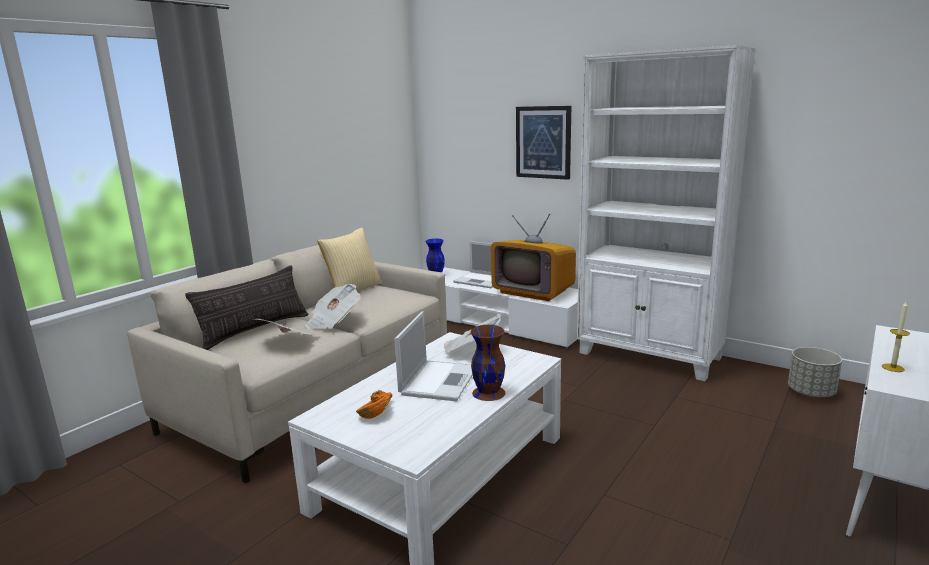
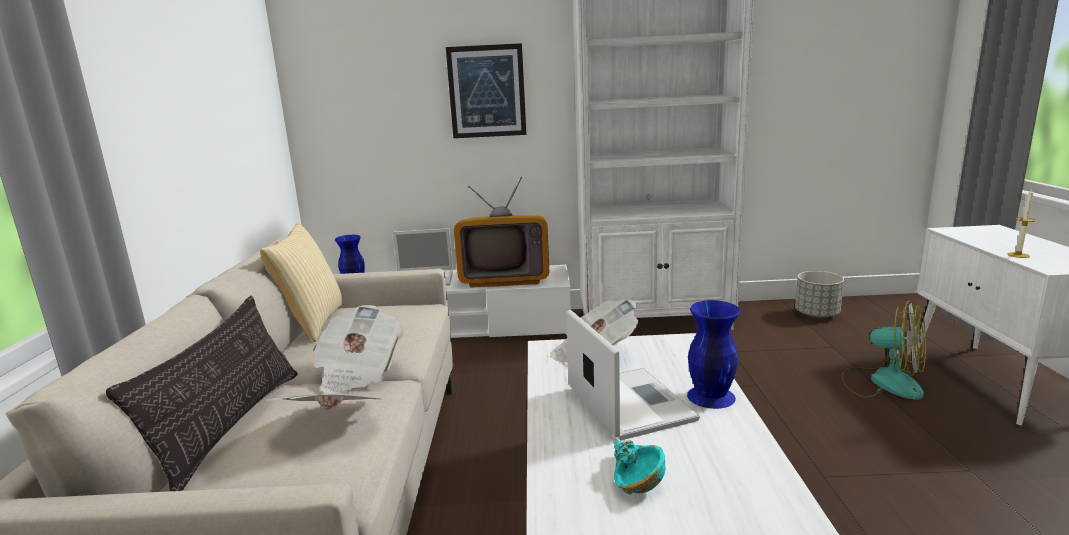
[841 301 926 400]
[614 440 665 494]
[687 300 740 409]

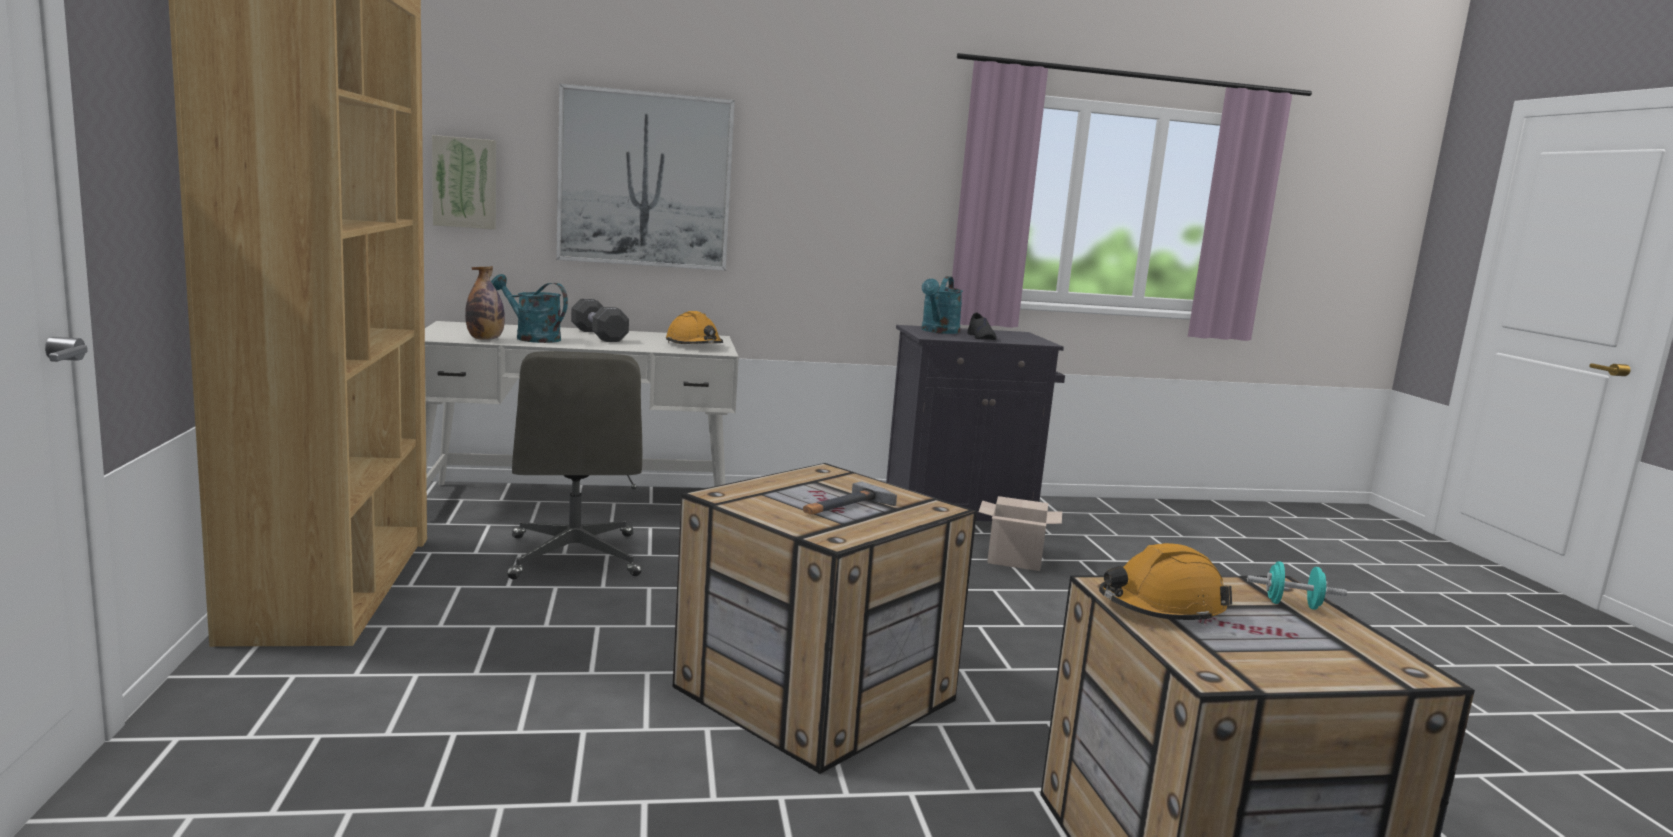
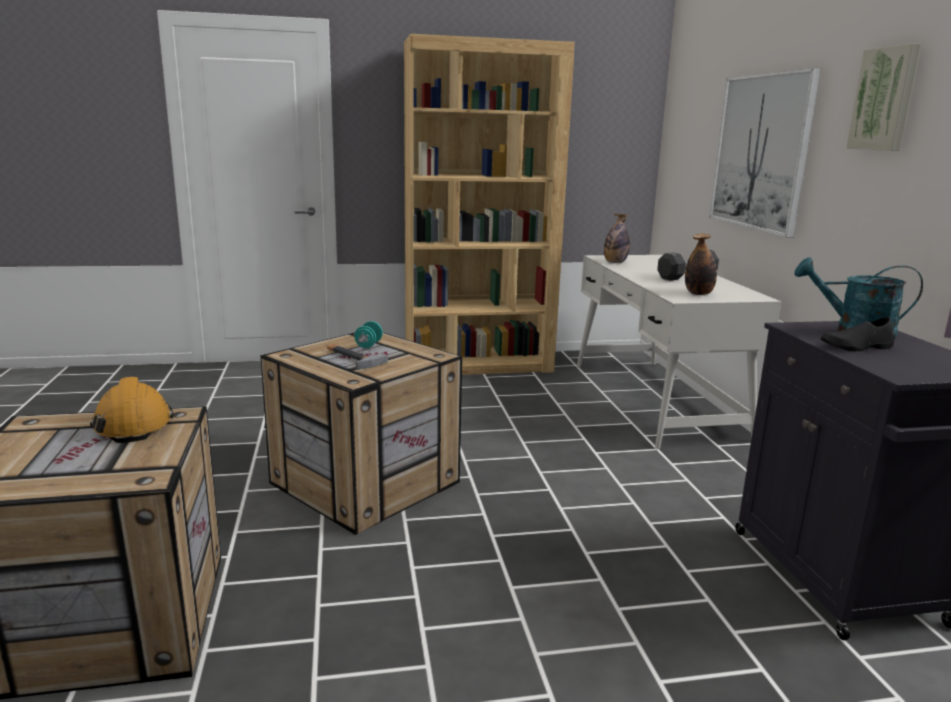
[491 274 568 343] (first image)
[507 351 642 580] (first image)
[979 496 1062 571] (first image)
[846 43 921 151]
[354 321 383 348]
[685 234 717 295]

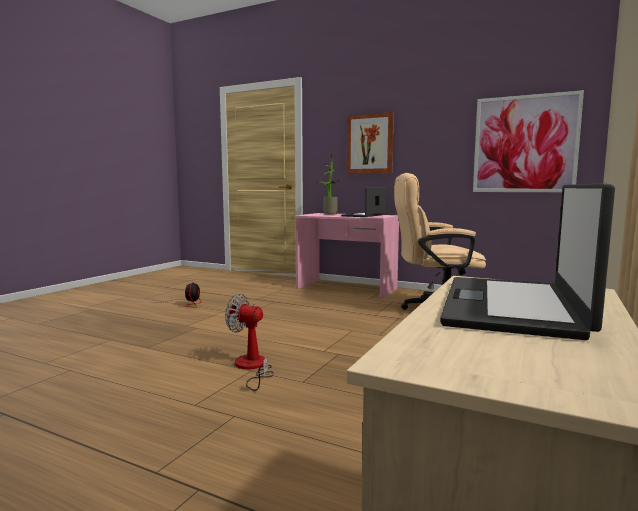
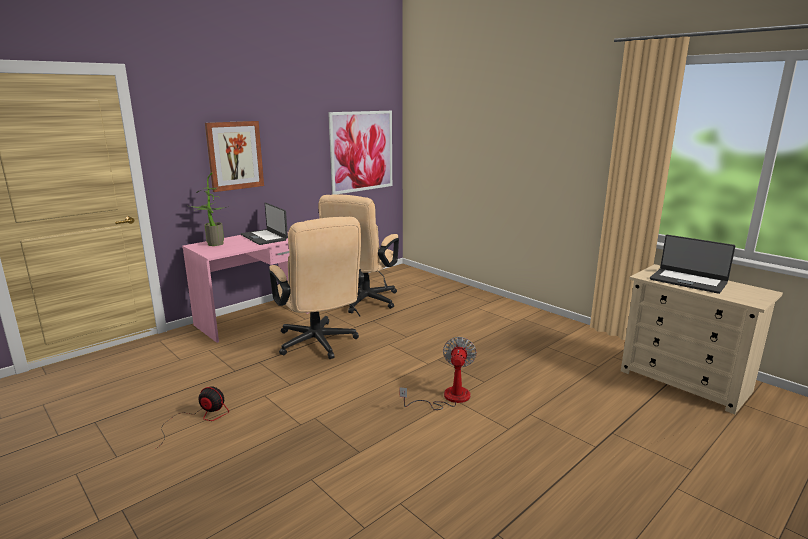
[269 217 365 359]
[400 337 477 410]

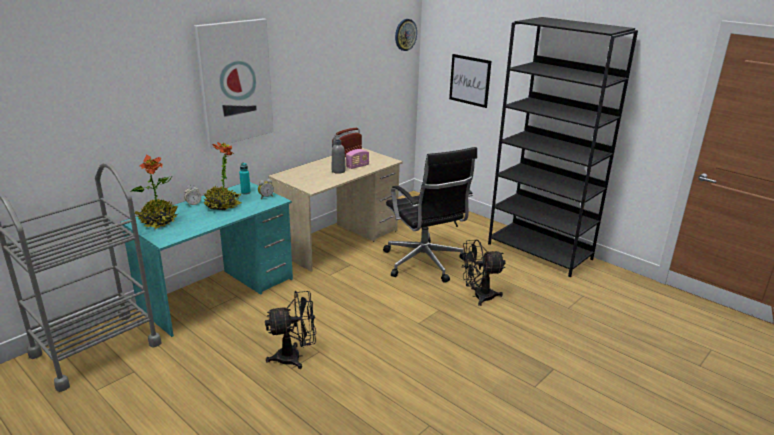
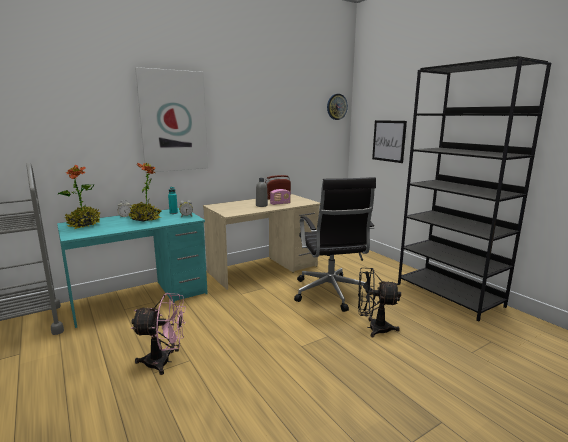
[131 293 186 375]

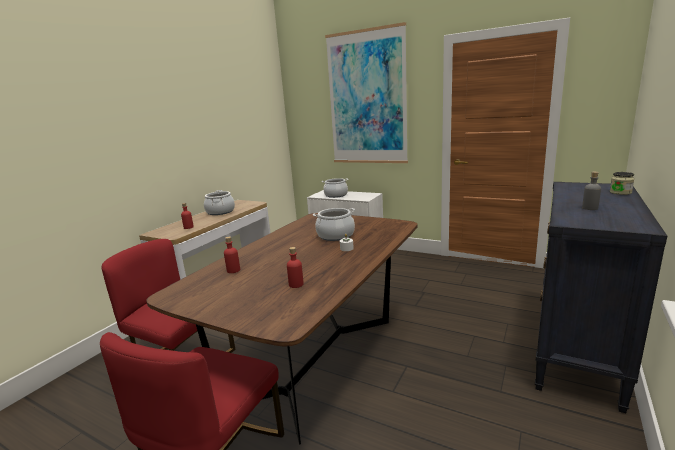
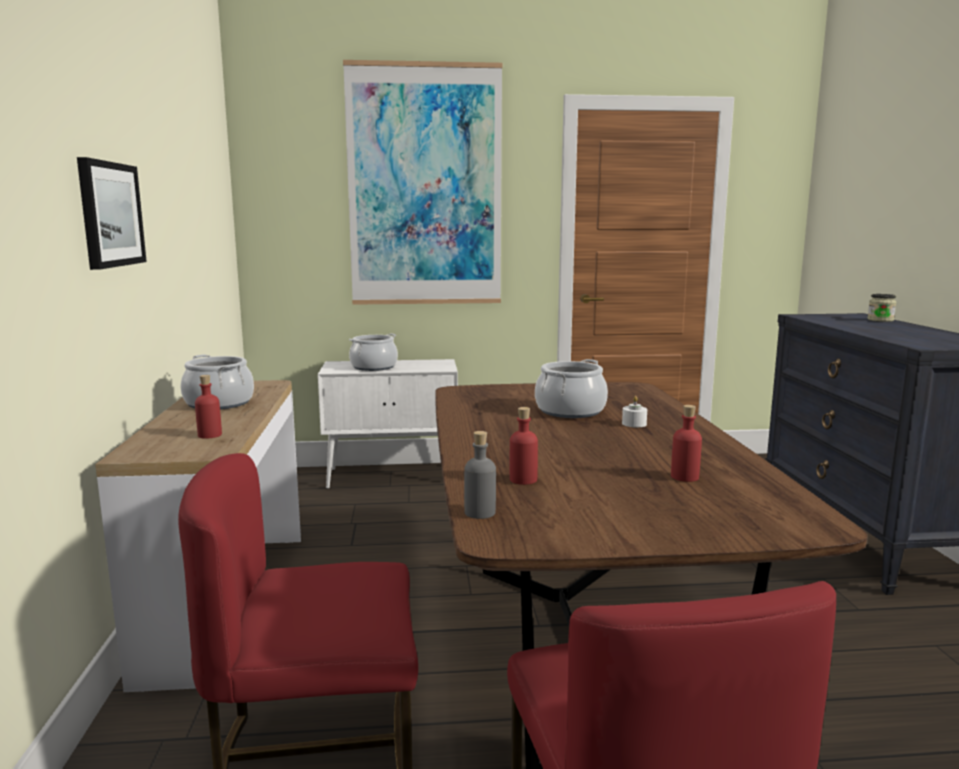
[77 157 147 270]
[464 431 496 519]

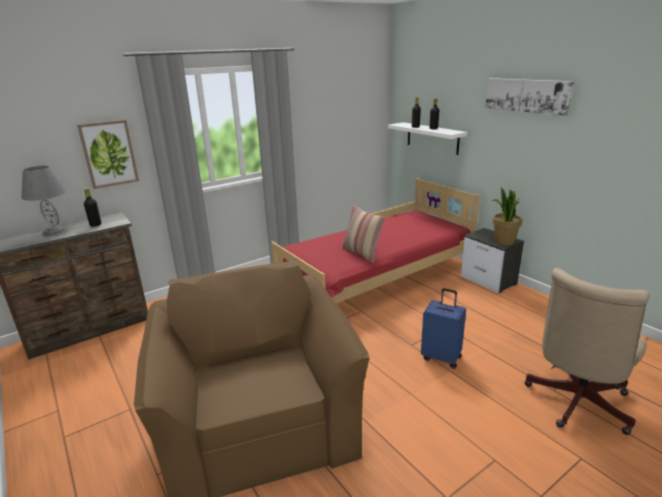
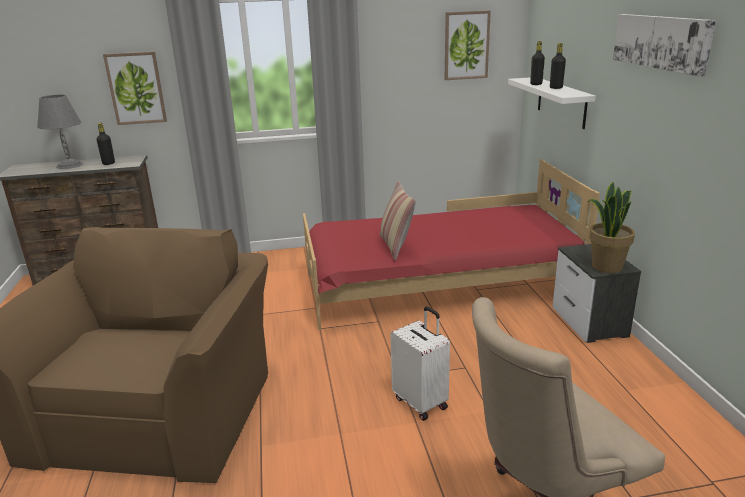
[444 11 491 80]
[391 306 450 421]

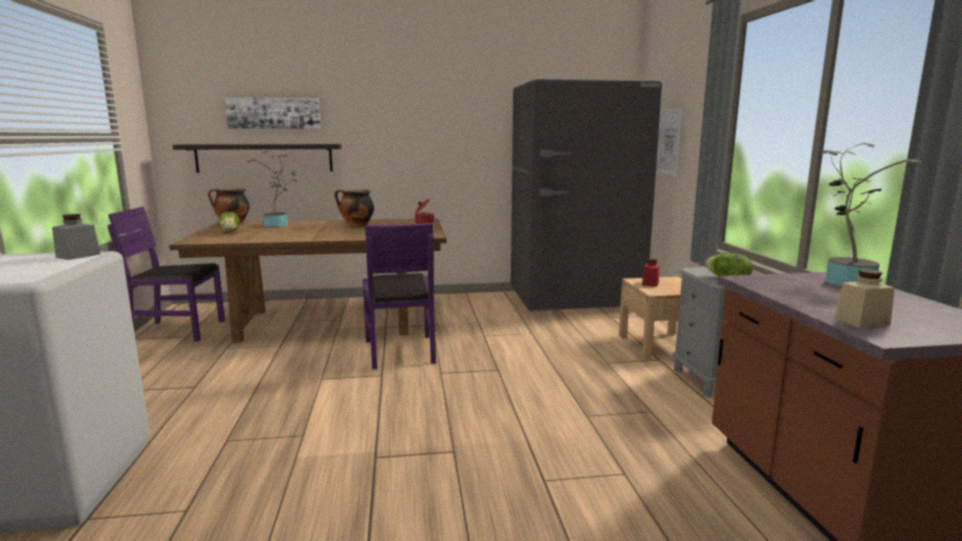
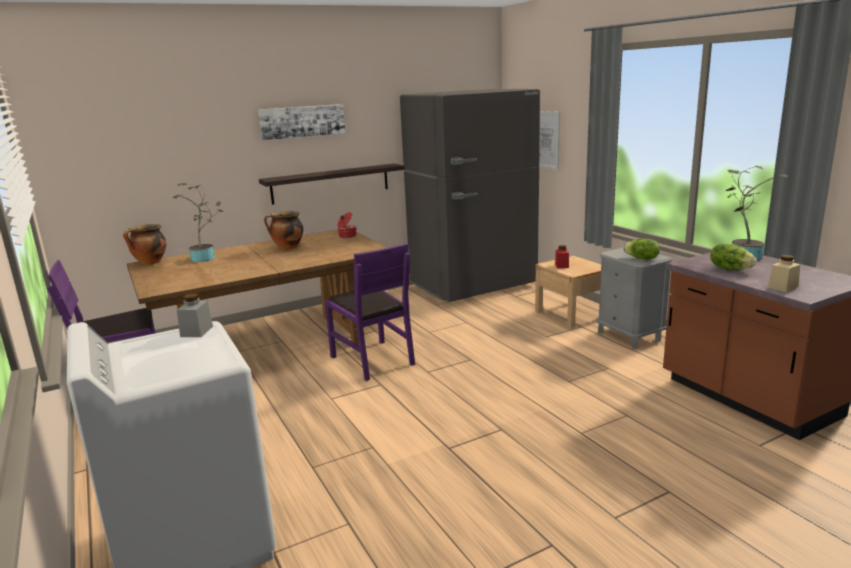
[259 163 405 205]
[710 244 757 270]
[258 104 345 140]

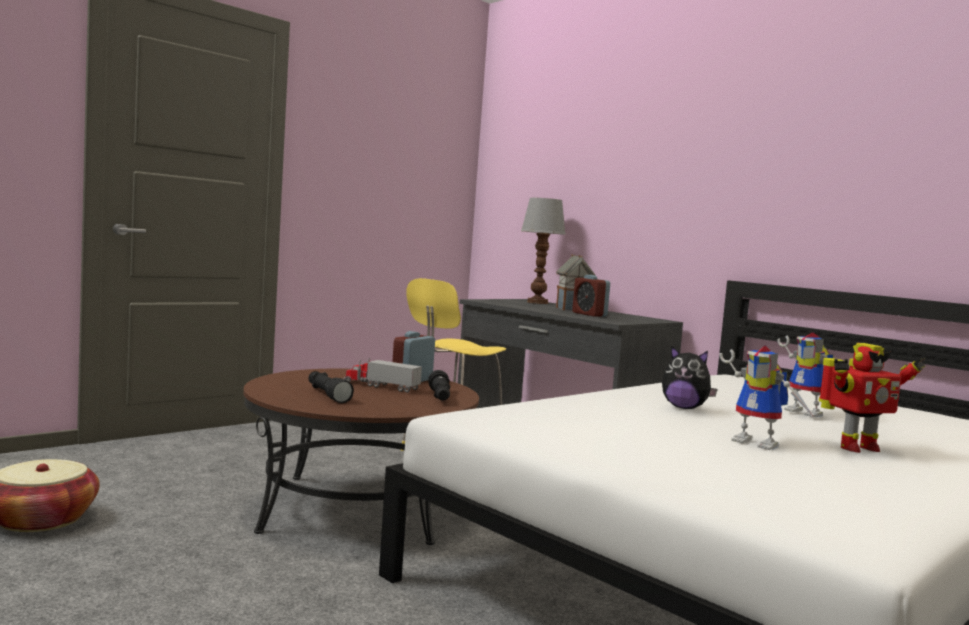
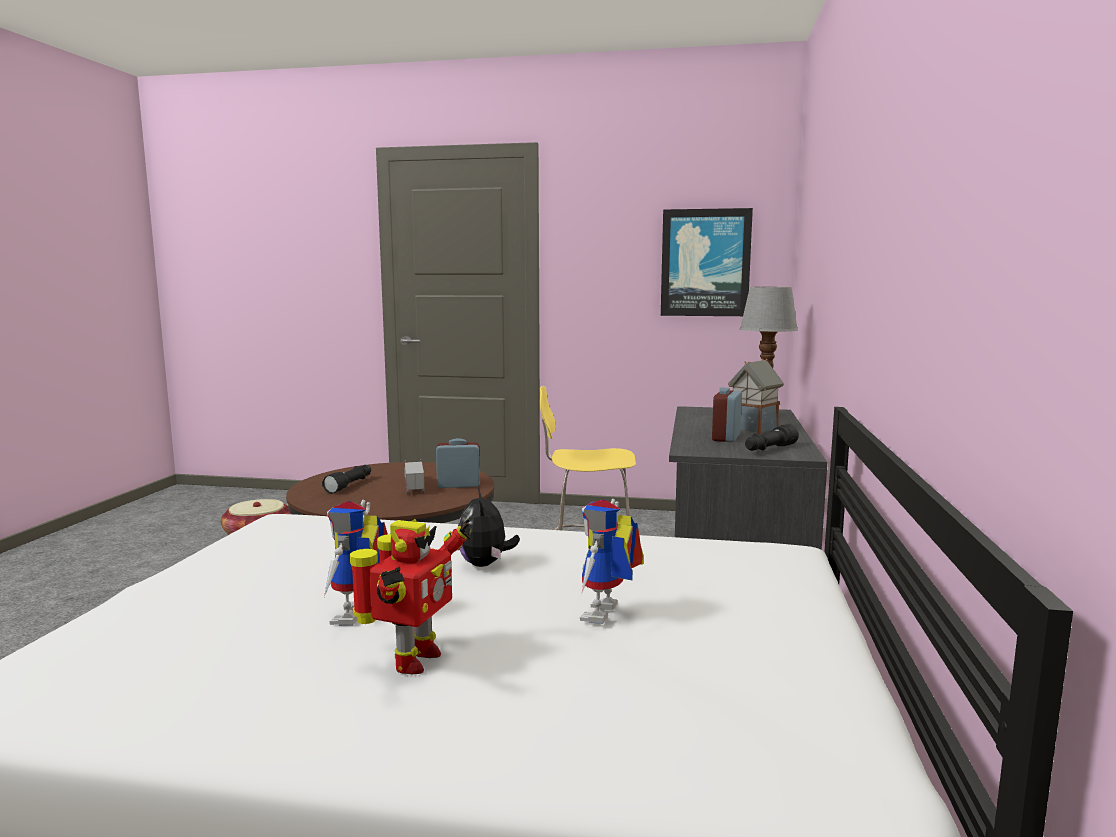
[661 208 753 316]
[745 424 799 451]
[350 518 471 675]

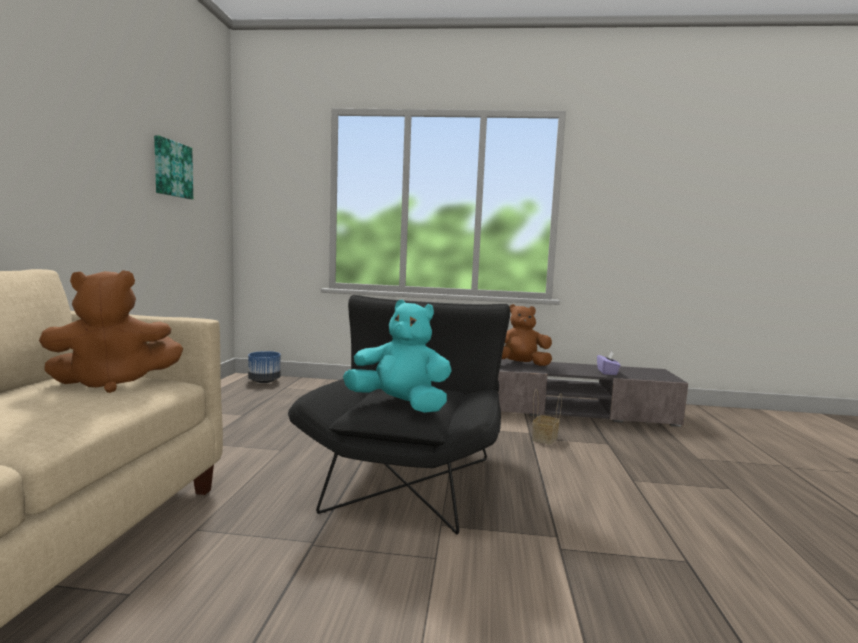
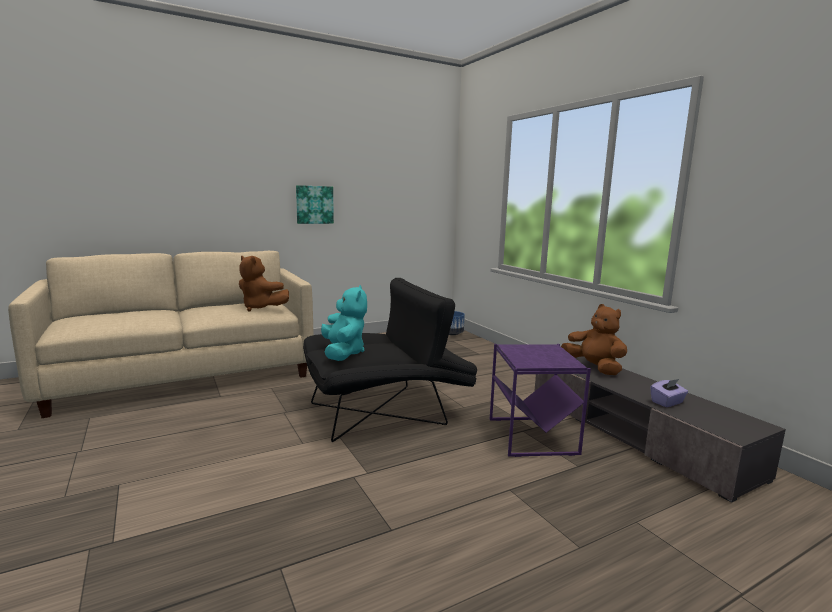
[296 185 334 224]
[490 344 591 457]

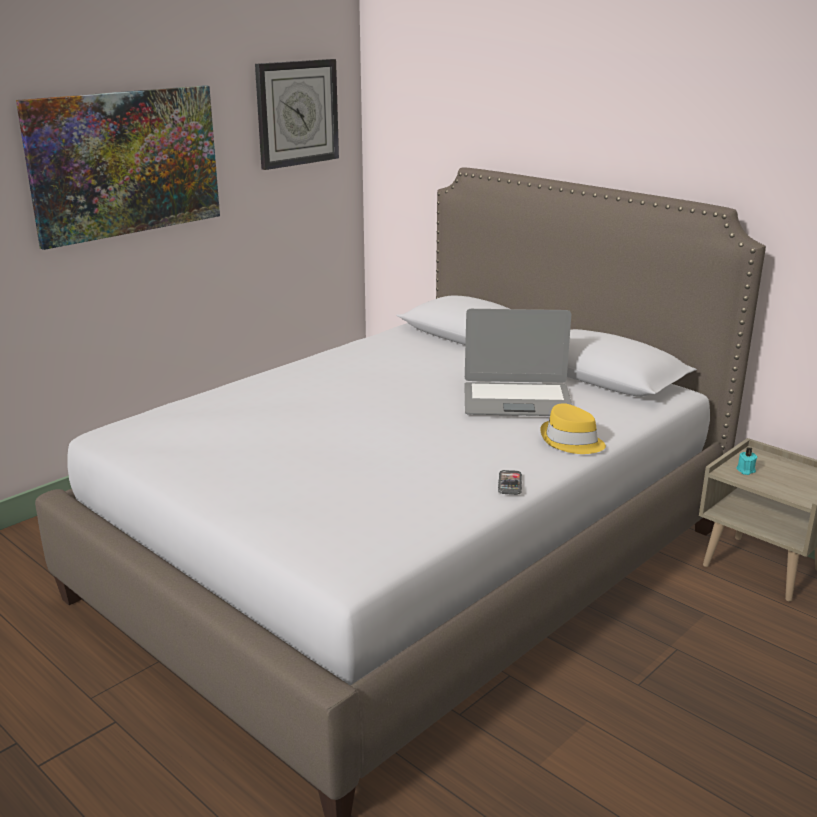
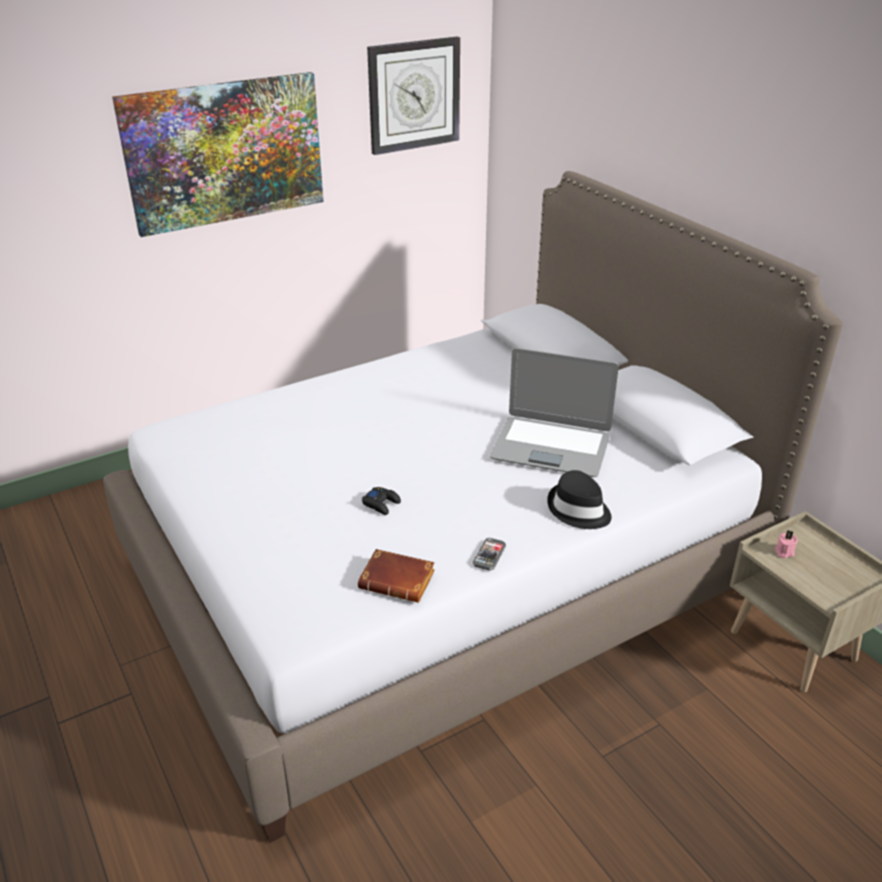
[358 549 435 603]
[362 487 401 515]
[547 470 611 529]
[775 530 798 558]

